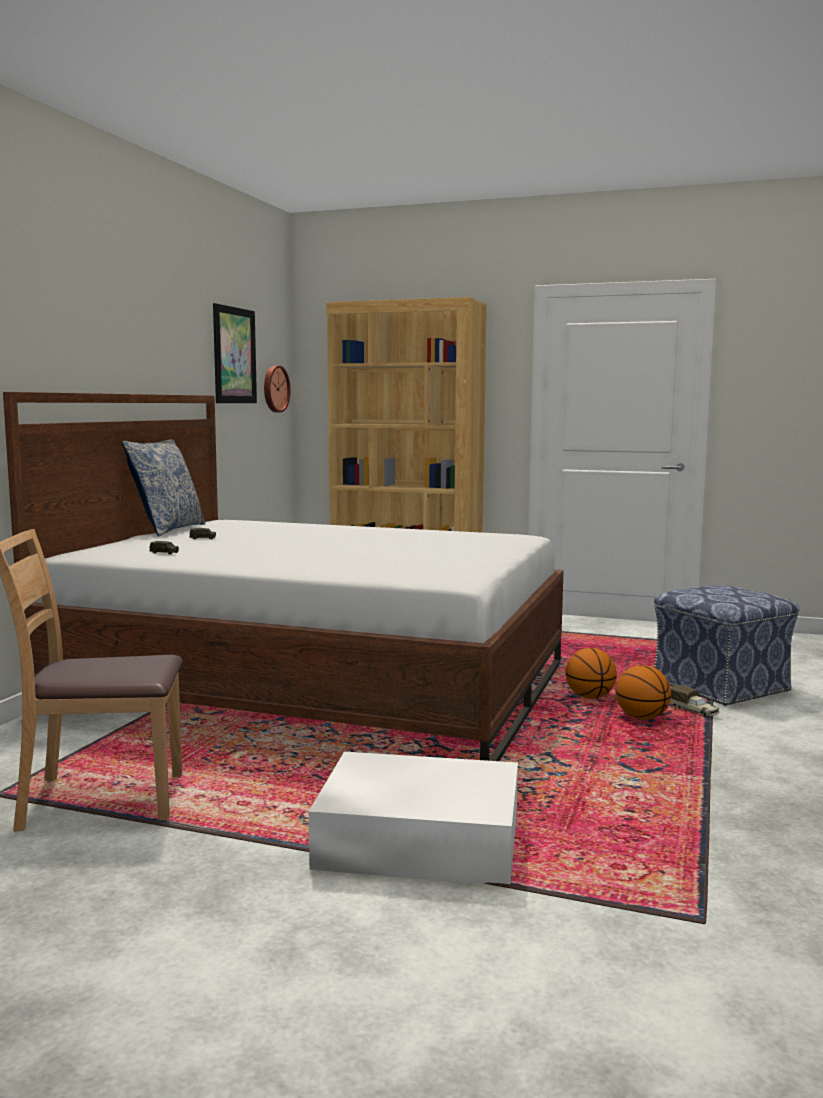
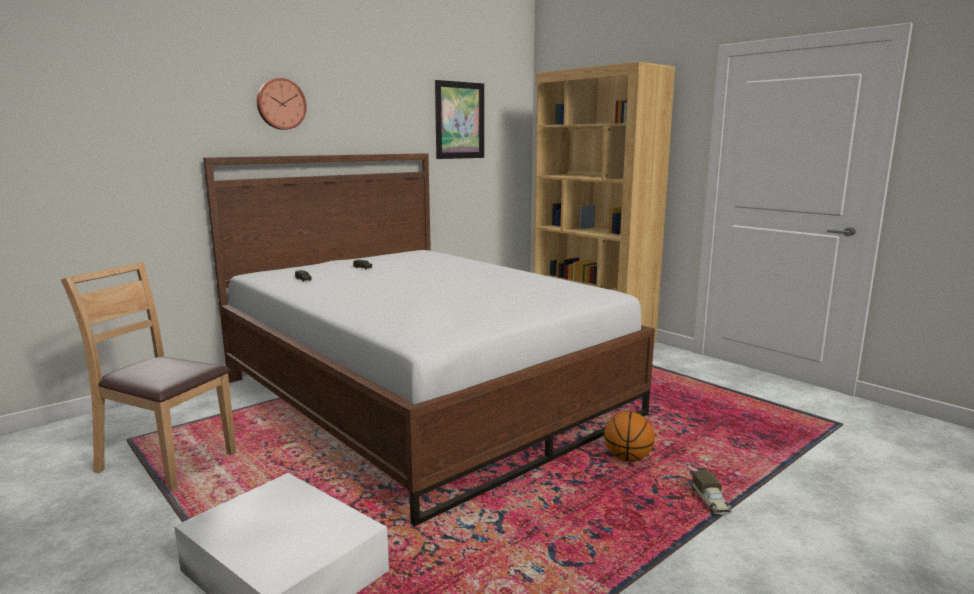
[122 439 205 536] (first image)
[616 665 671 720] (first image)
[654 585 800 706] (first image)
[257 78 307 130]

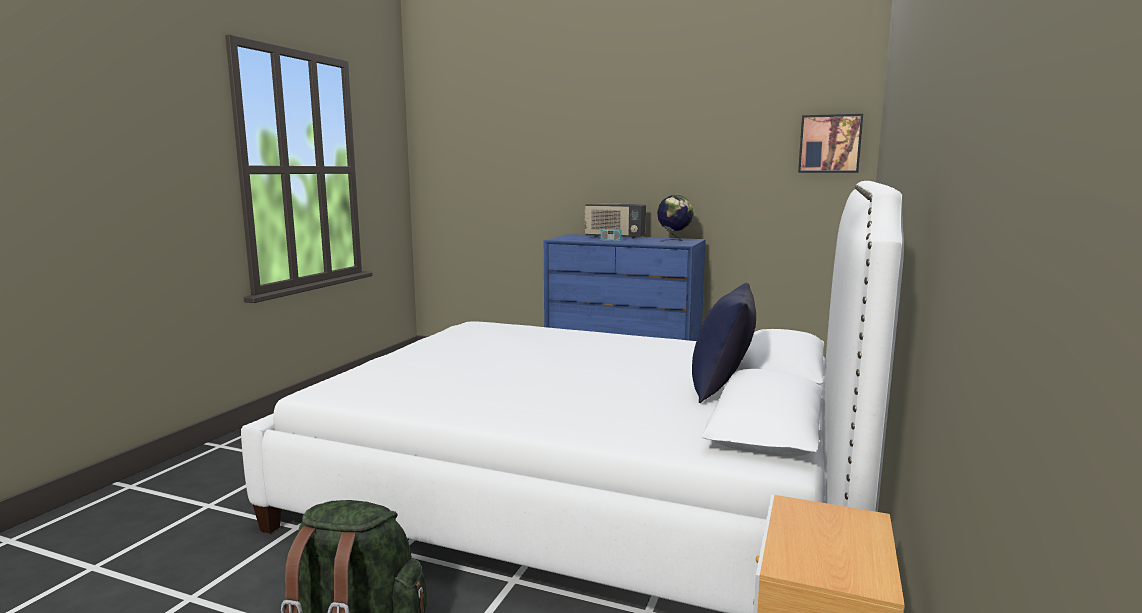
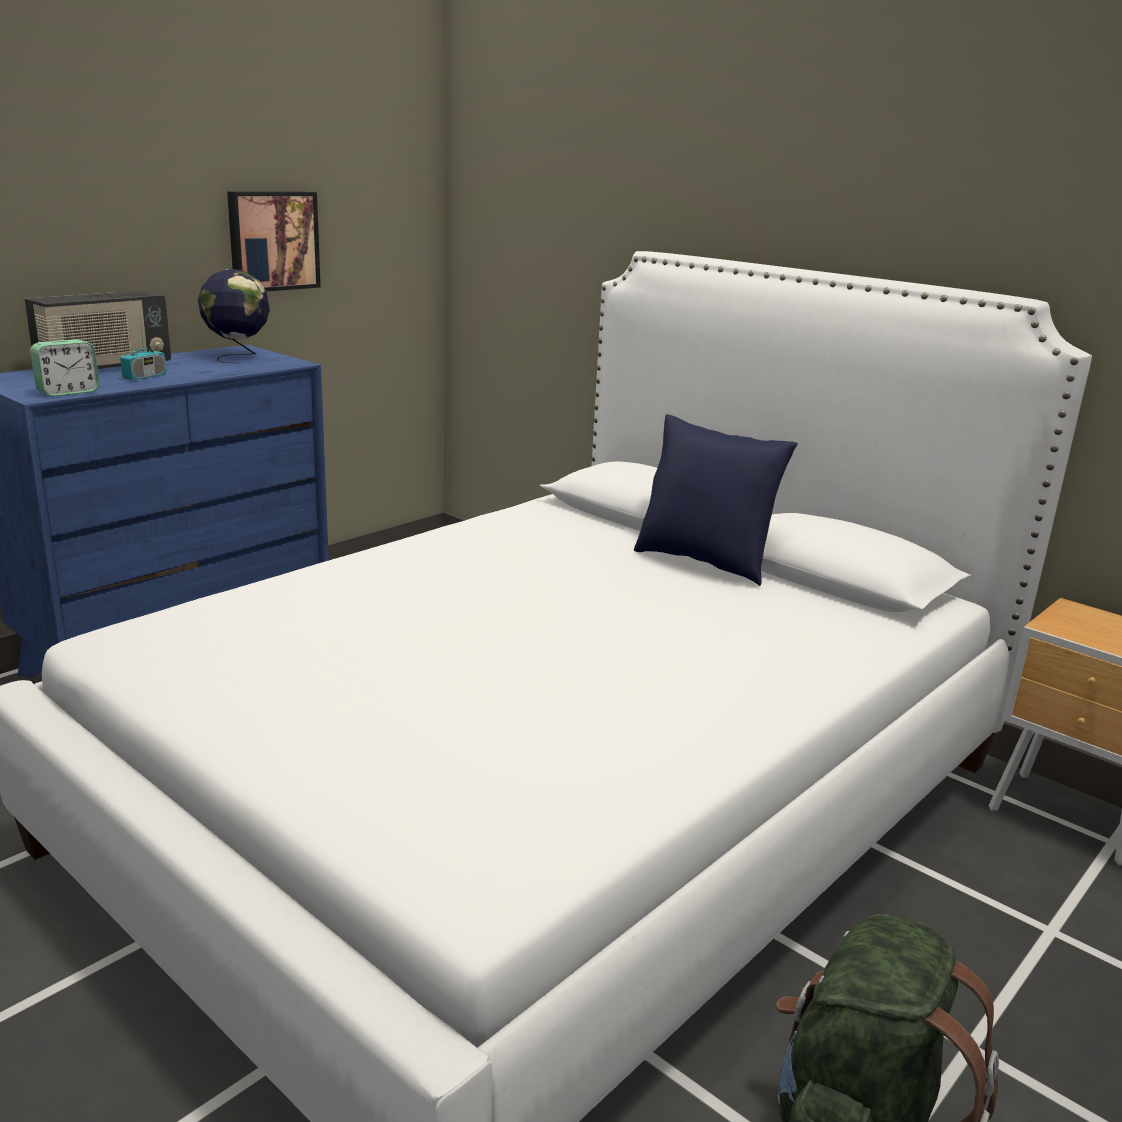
[30 339 100 397]
[227 191 321 291]

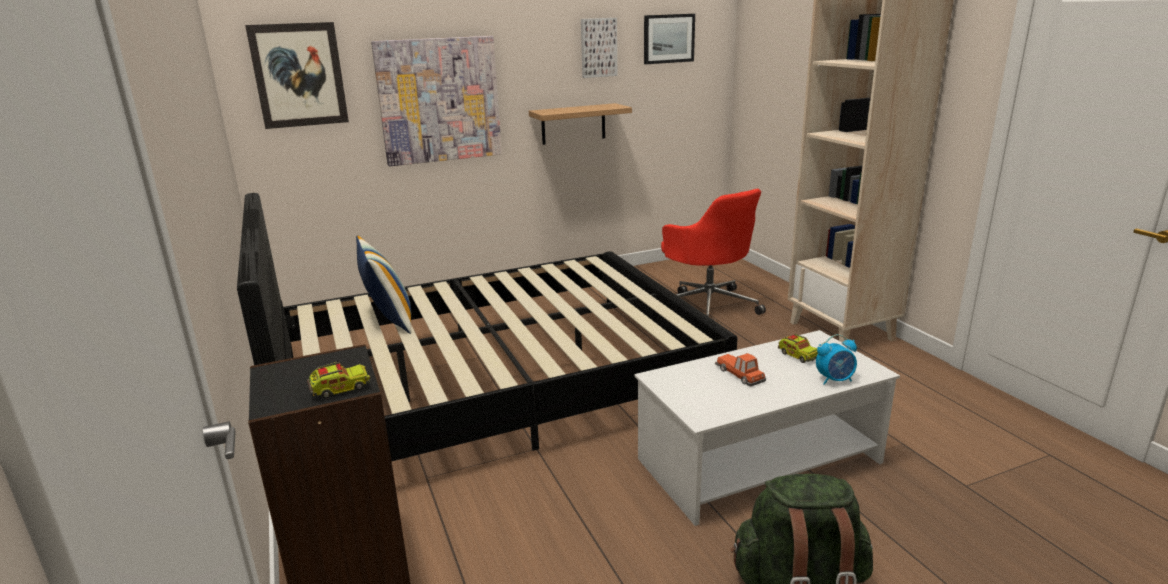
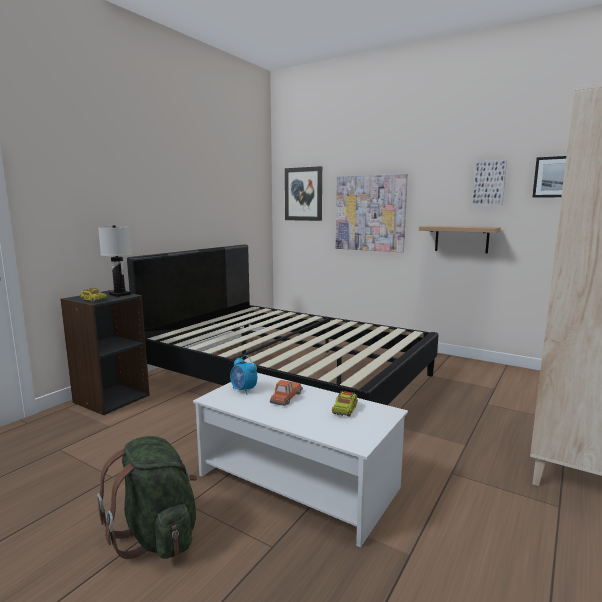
[356 235 412 334] (first image)
[661 189 766 320] (first image)
[98 225 132 297]
[230 355 257 395]

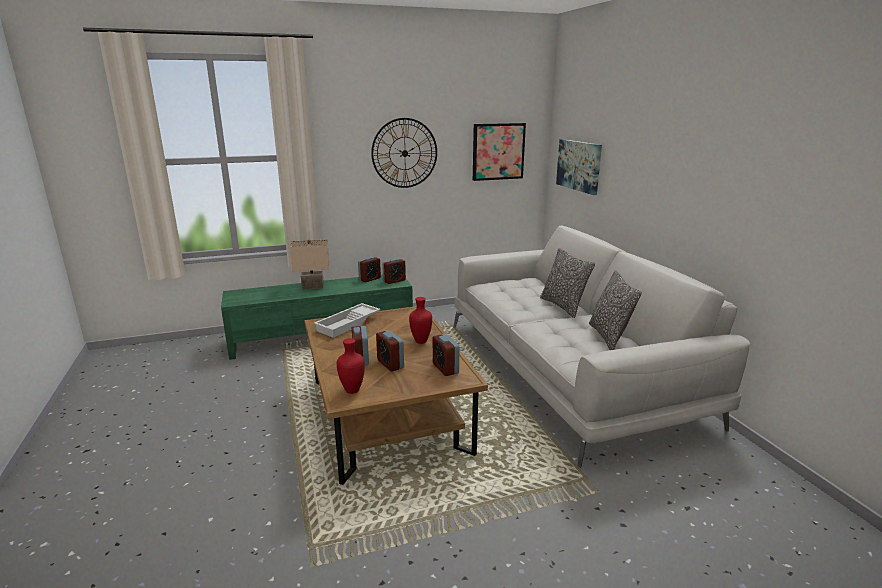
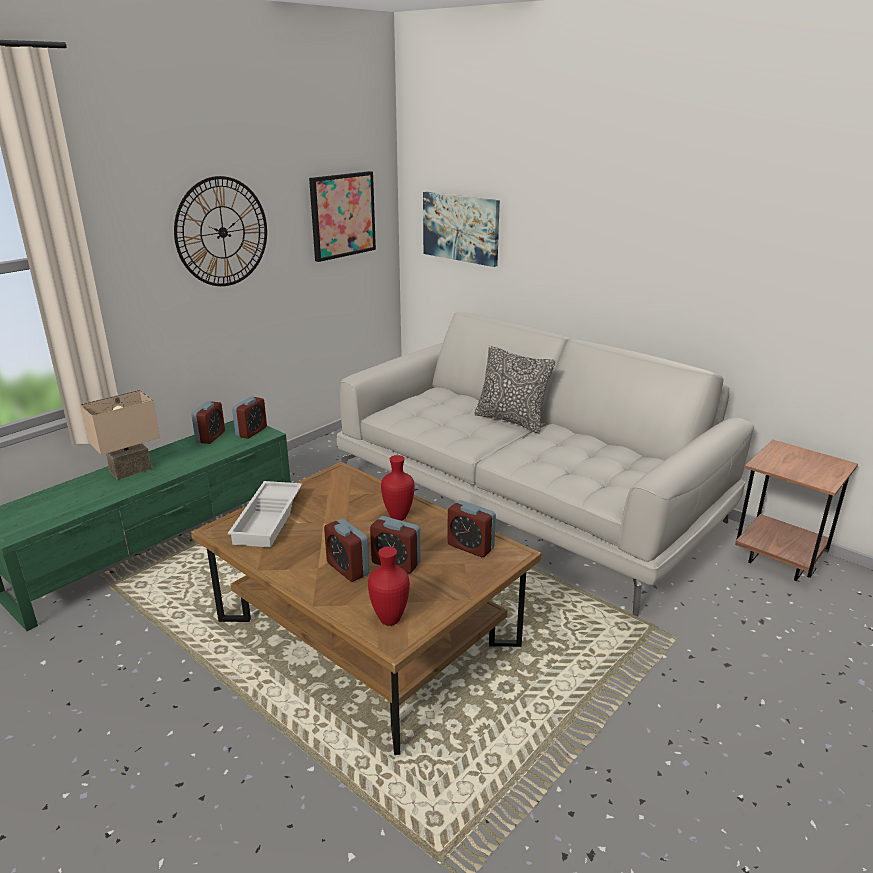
[589 270 642 350] (first image)
[735 440 858 581]

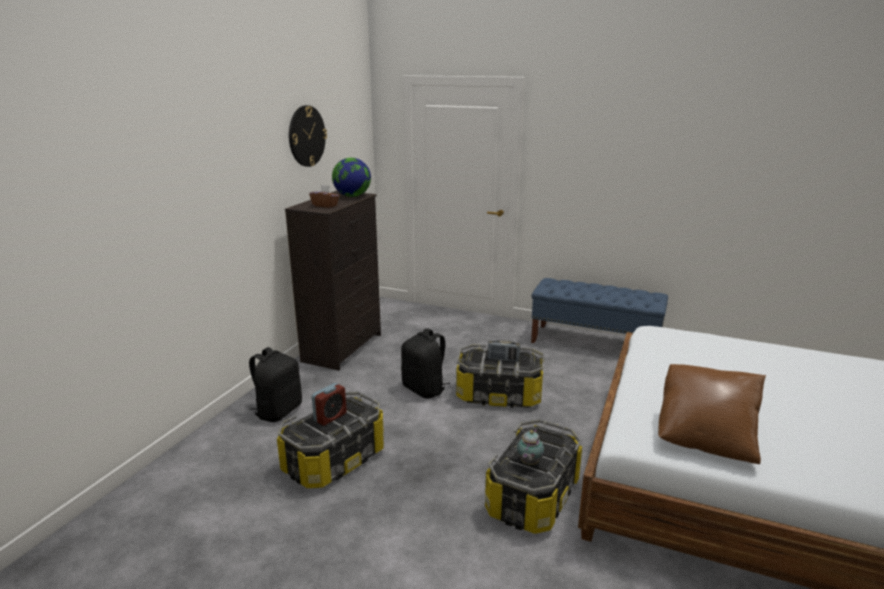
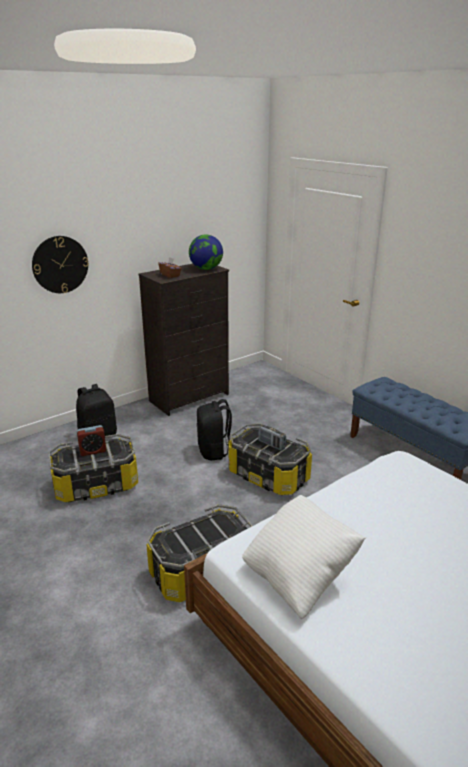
[517 430 544 465] (first image)
[32 236 89 293]
[242 495 366 619]

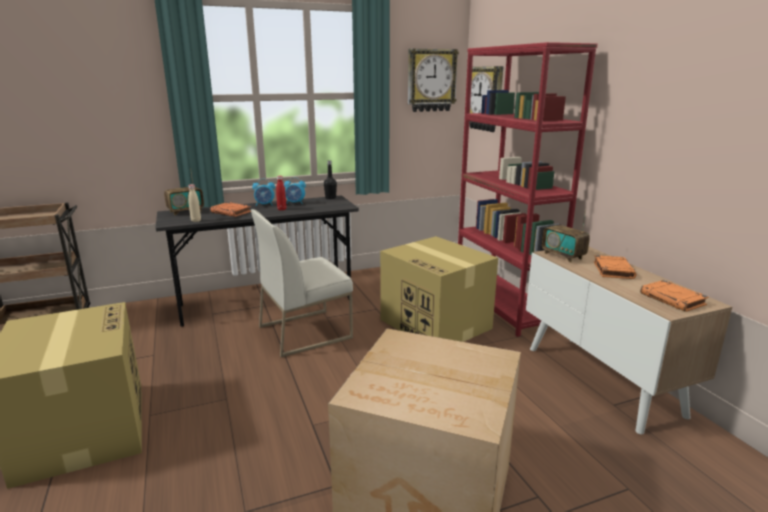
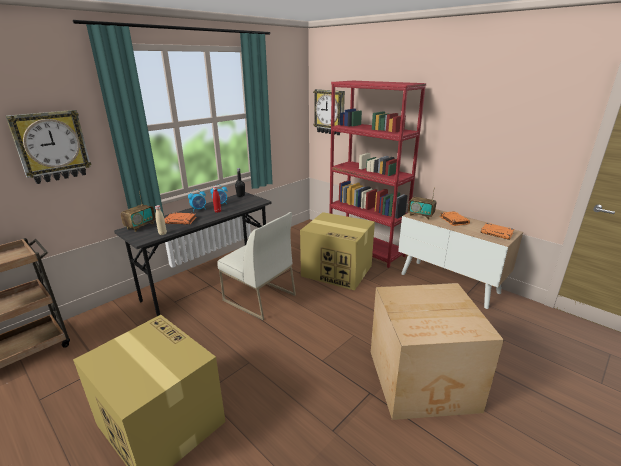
[6 110 92 184]
[217 212 296 320]

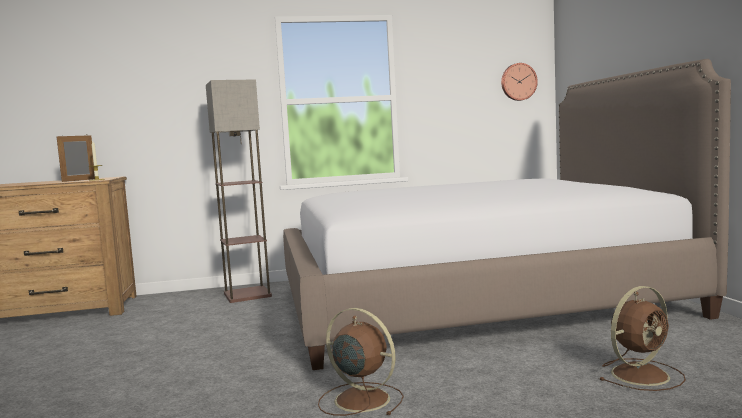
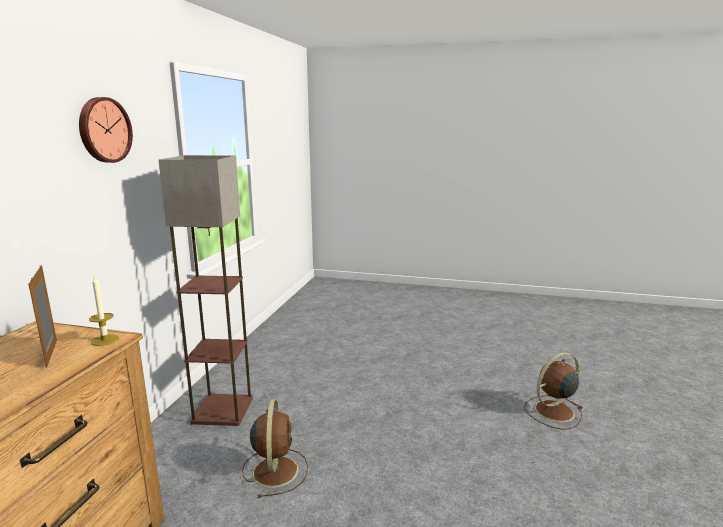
[283 59 731 370] (first image)
[79 97 133 163]
[242 399 308 498]

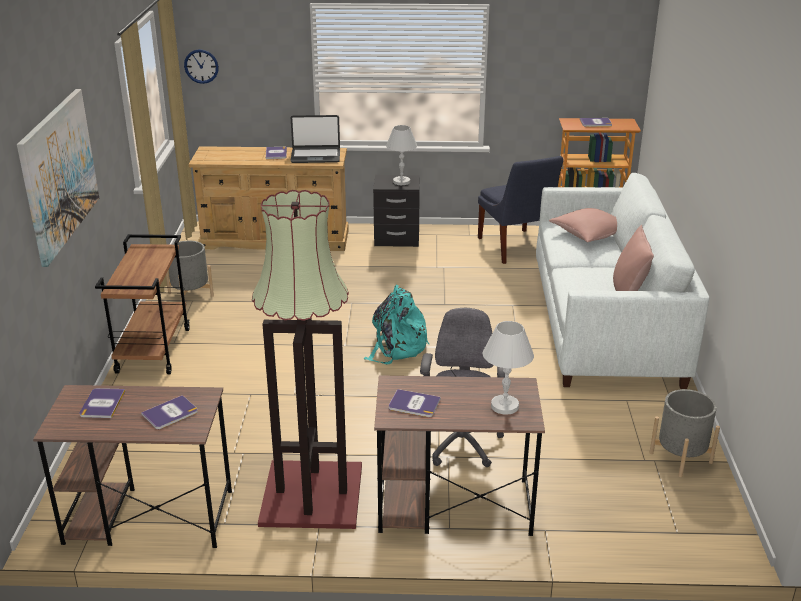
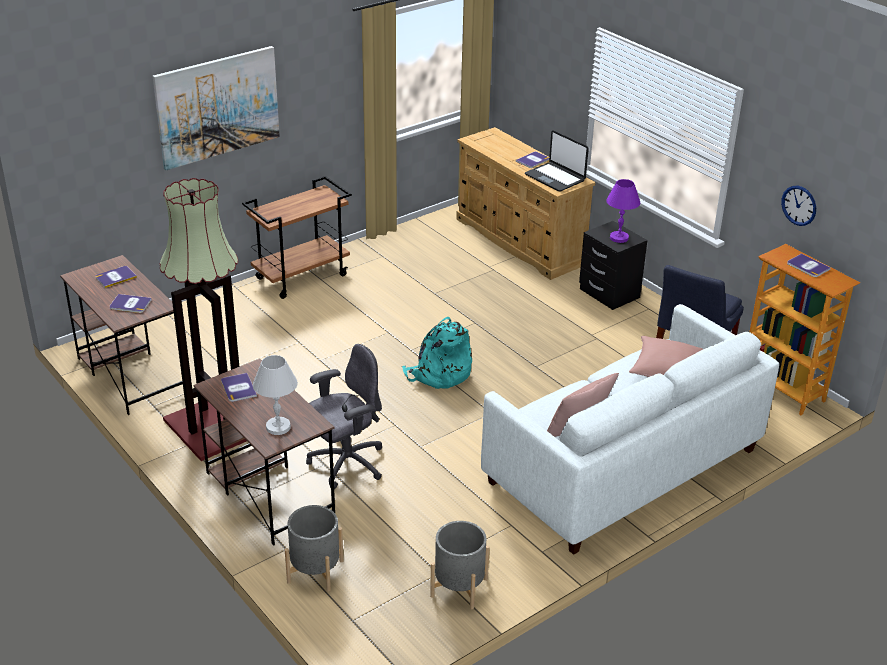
[285 505 343 592]
[781 185 816 226]
[606 179 640 243]

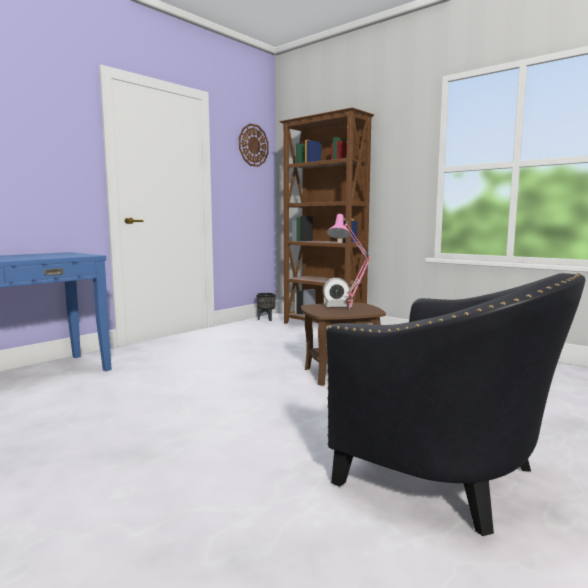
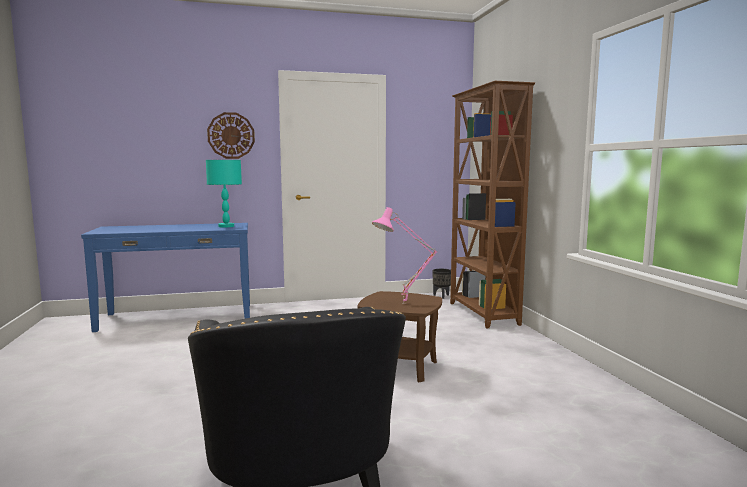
[323 278 349 307] (first image)
[206 160 242 227]
[207 112 255 159]

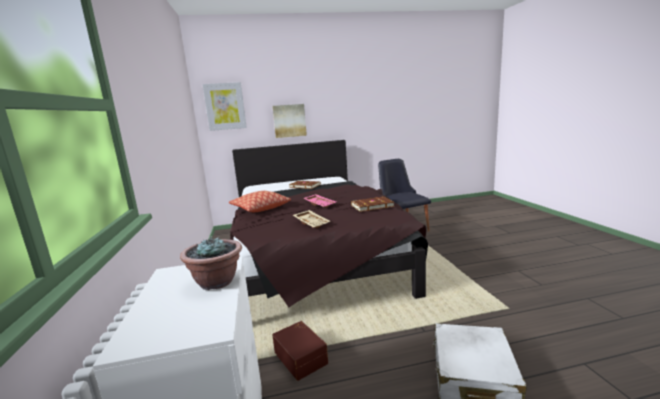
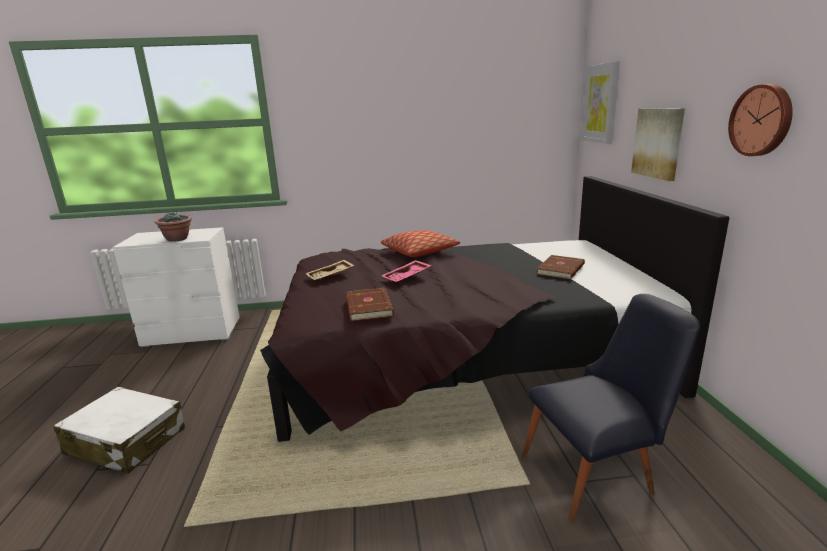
[272 321 328 381] (first image)
[728 84 793 156]

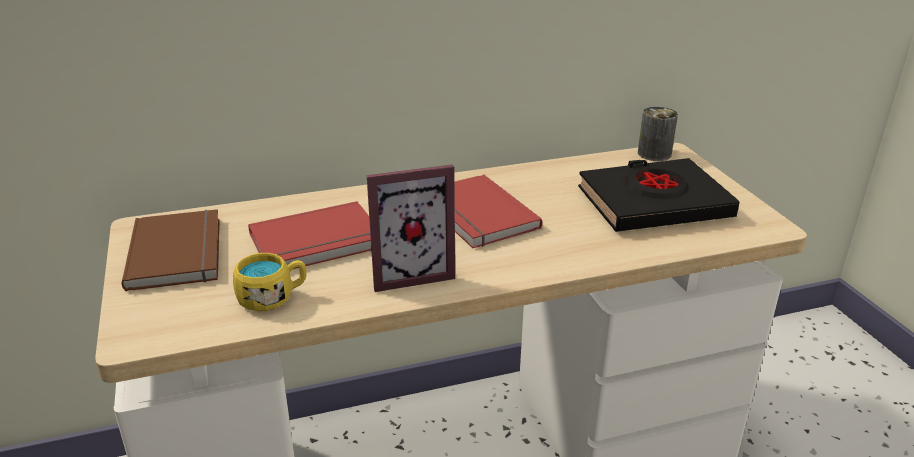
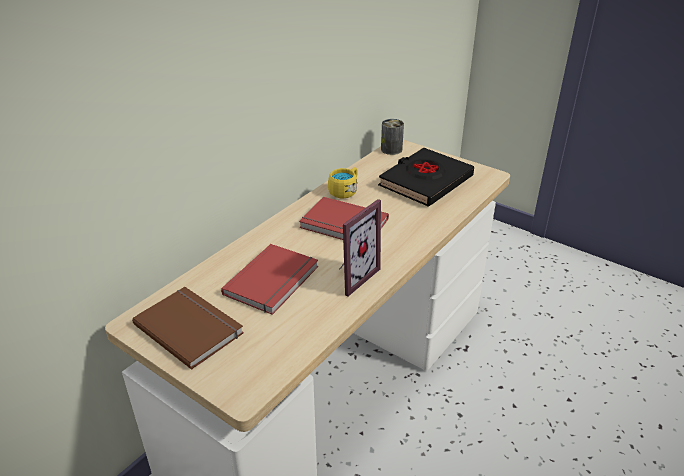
[328 167 358 199]

